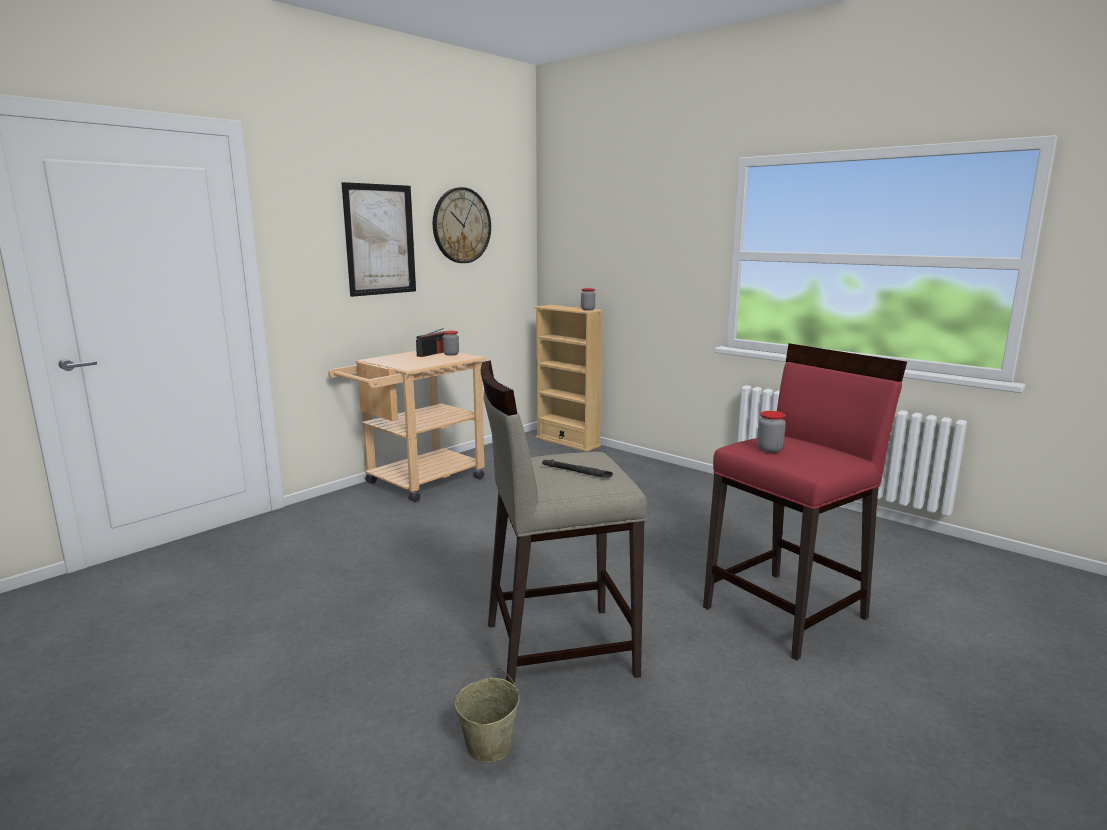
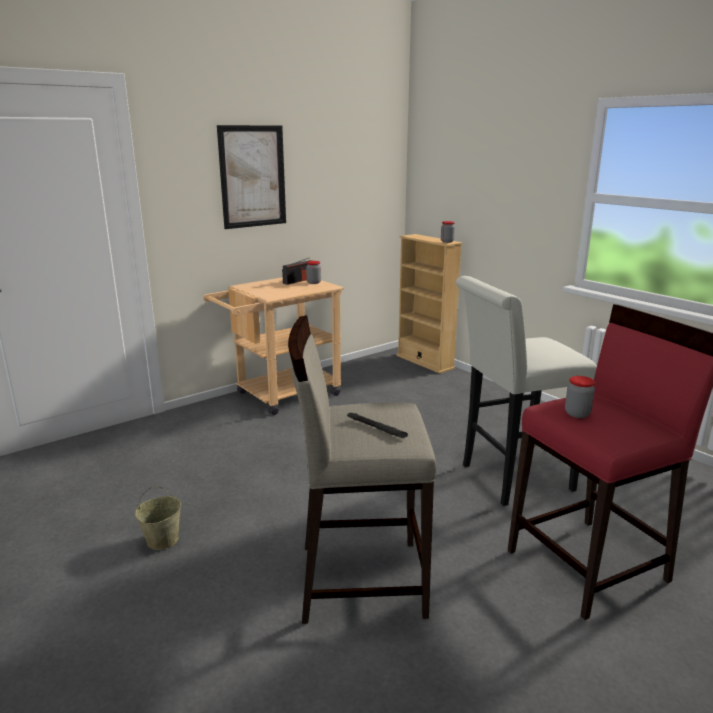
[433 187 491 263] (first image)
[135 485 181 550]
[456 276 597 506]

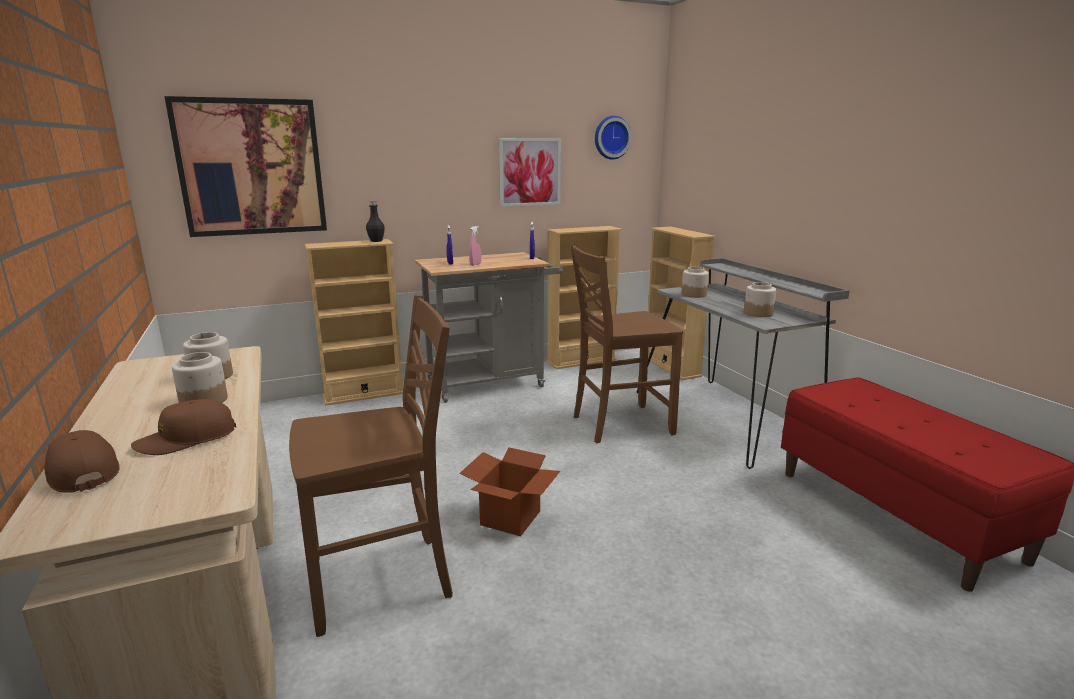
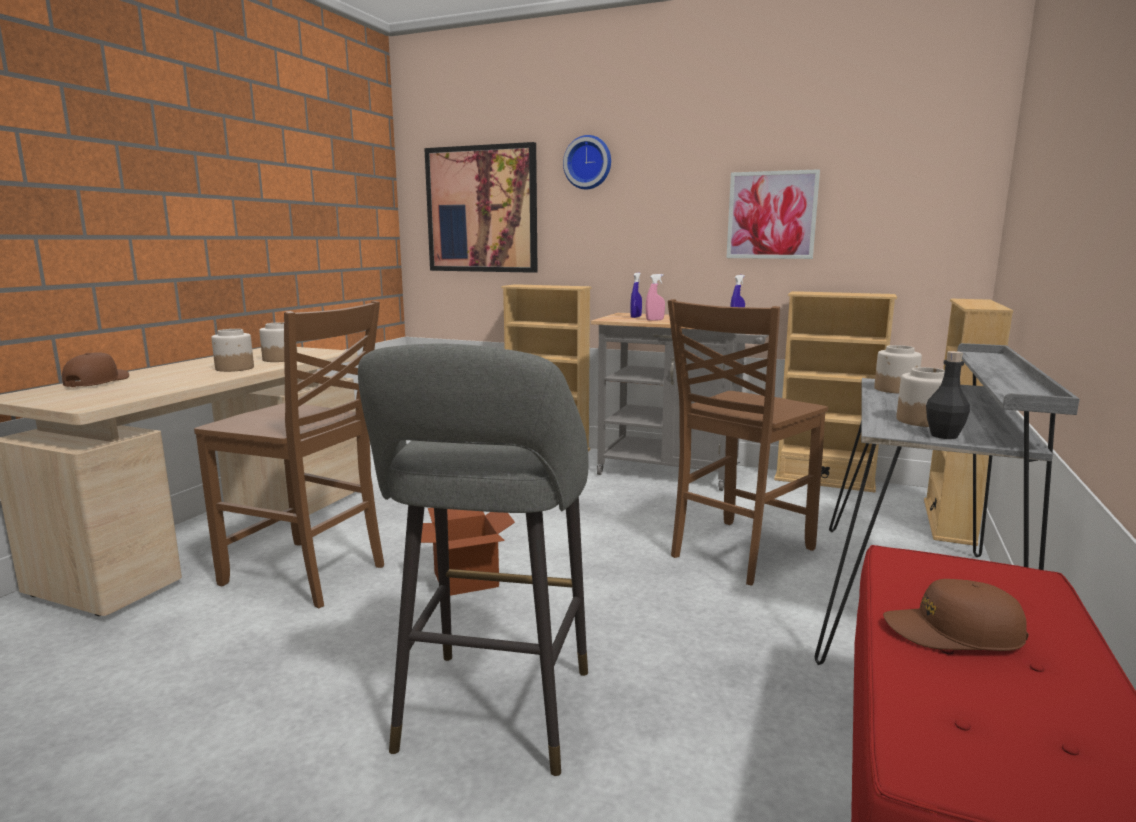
[563 135 611 189]
[926 351 970 439]
[668 299 828 585]
[883 579 1029 651]
[358 344 589 776]

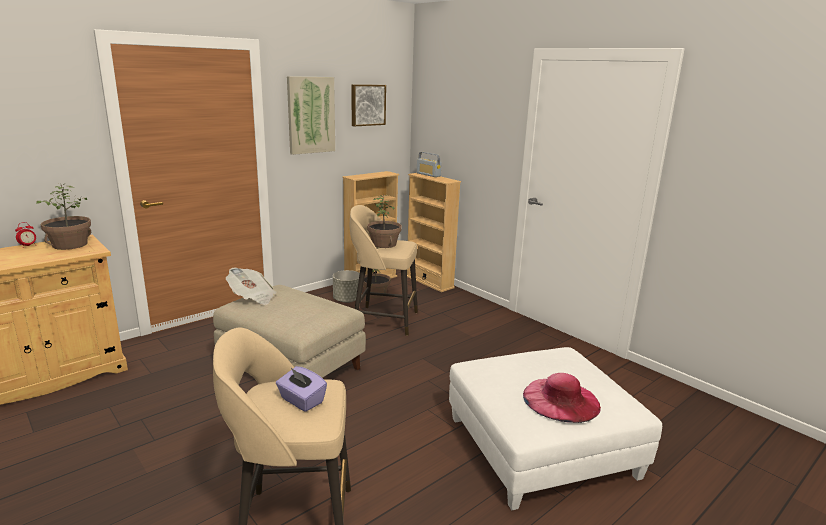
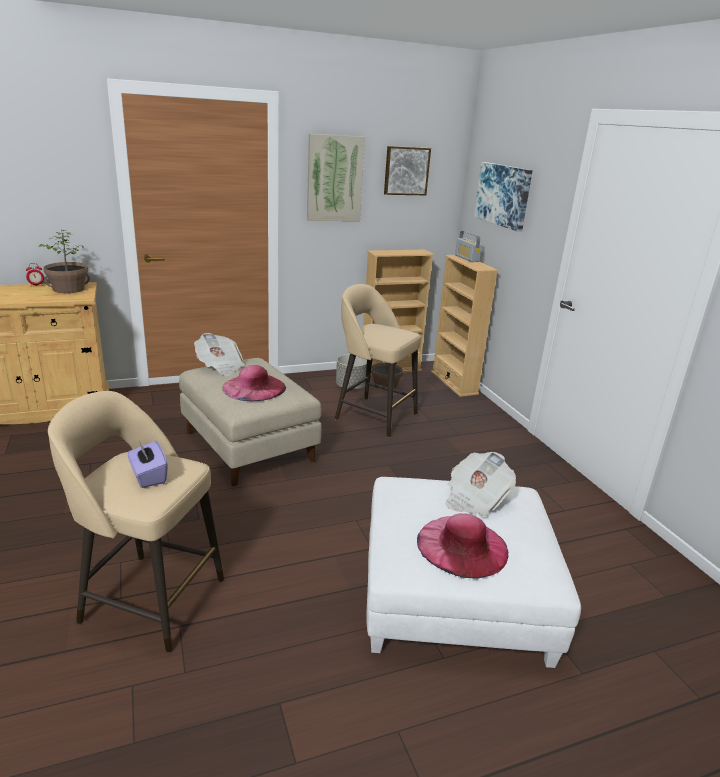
[367 194 402 248] (first image)
[474 162 533 232]
[222 365 286 401]
[445 452 516 516]

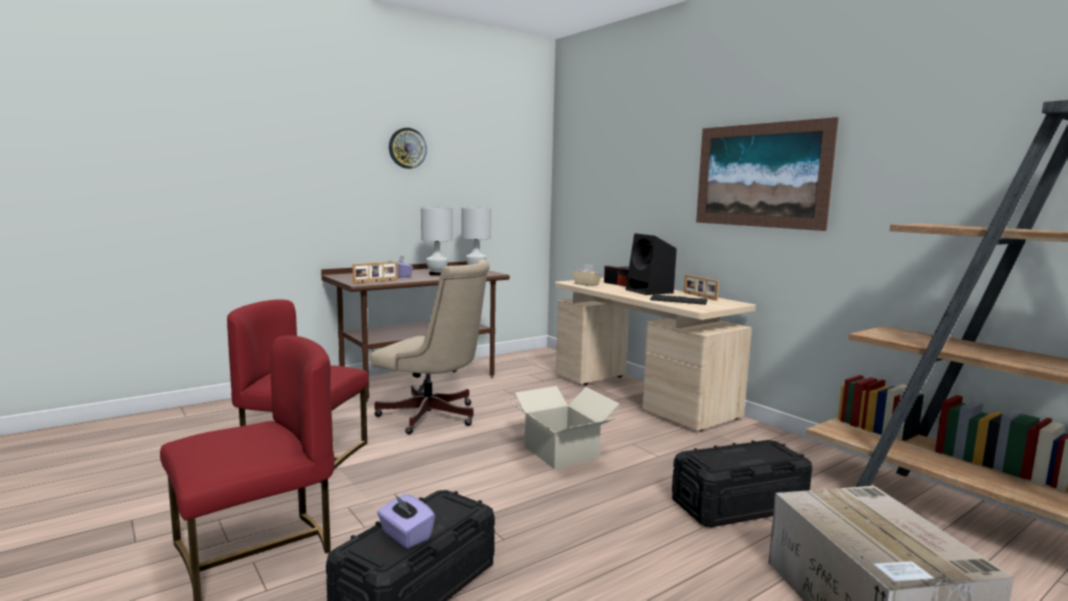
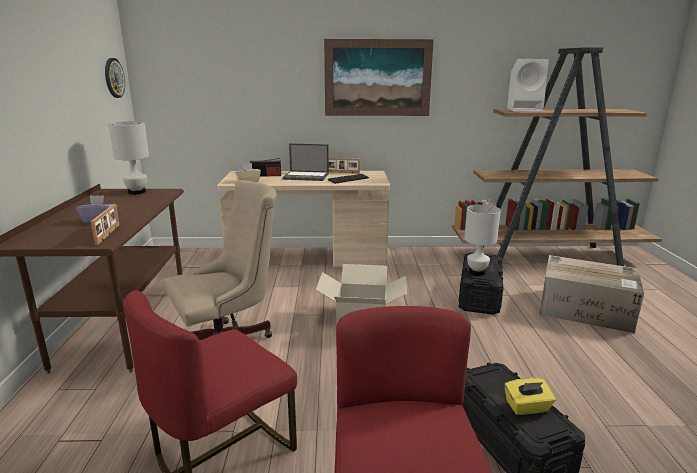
[105 58 125 98]
[464 204 501 276]
[282 143 329 181]
[504 378 556 415]
[507 59 549 112]

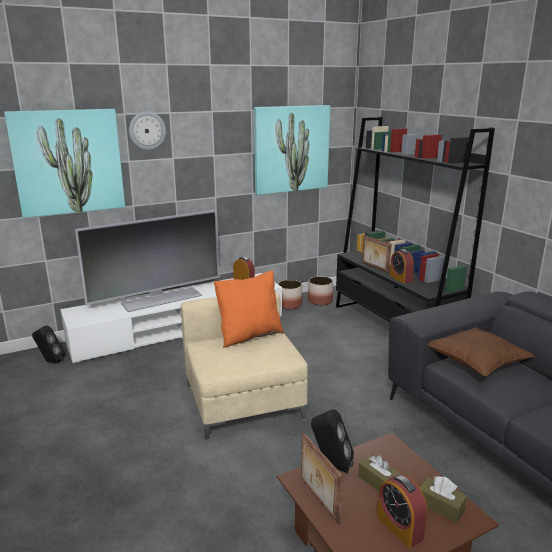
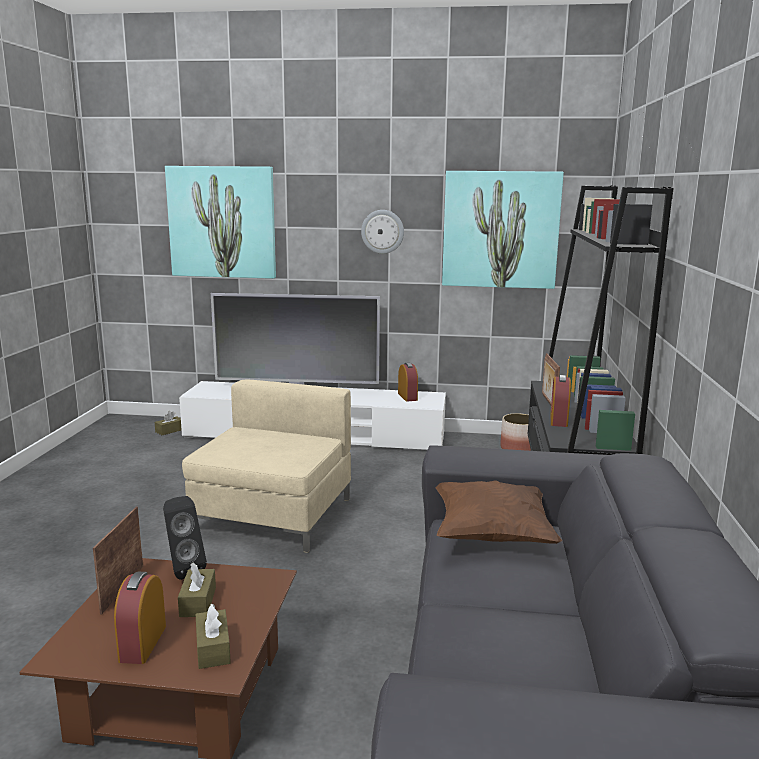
[361 210 404 254]
[214 270 284 348] (first image)
[277 280 302 309] (first image)
[155 411 182 435]

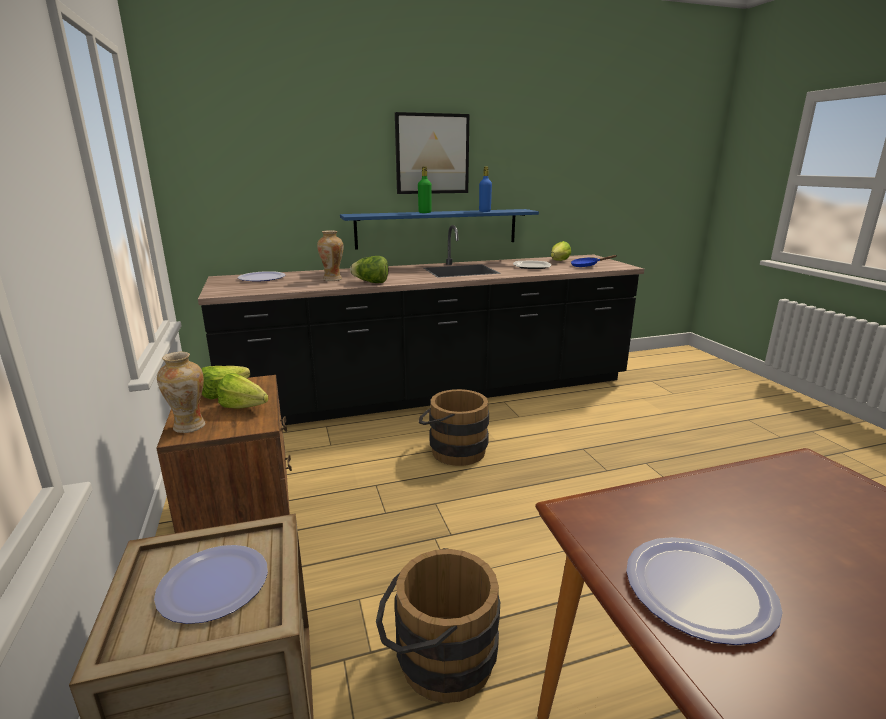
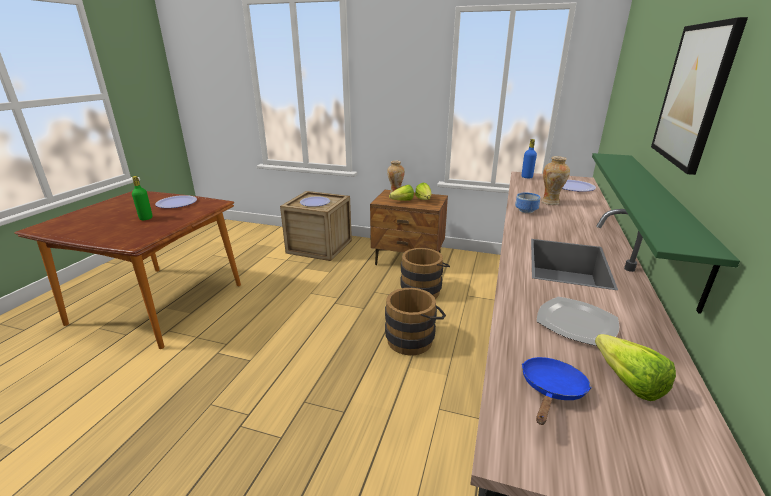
[522 139 537 178]
[132 176 153 220]
[592 153 740 314]
[515 193 540 213]
[400 248 450 299]

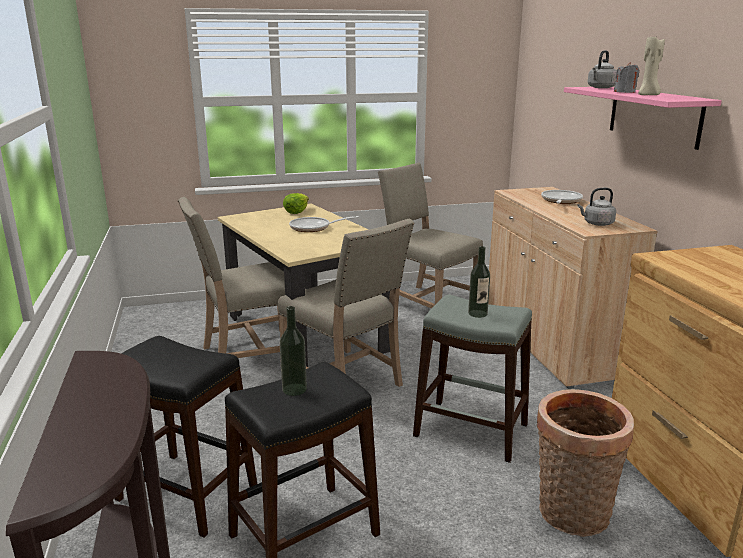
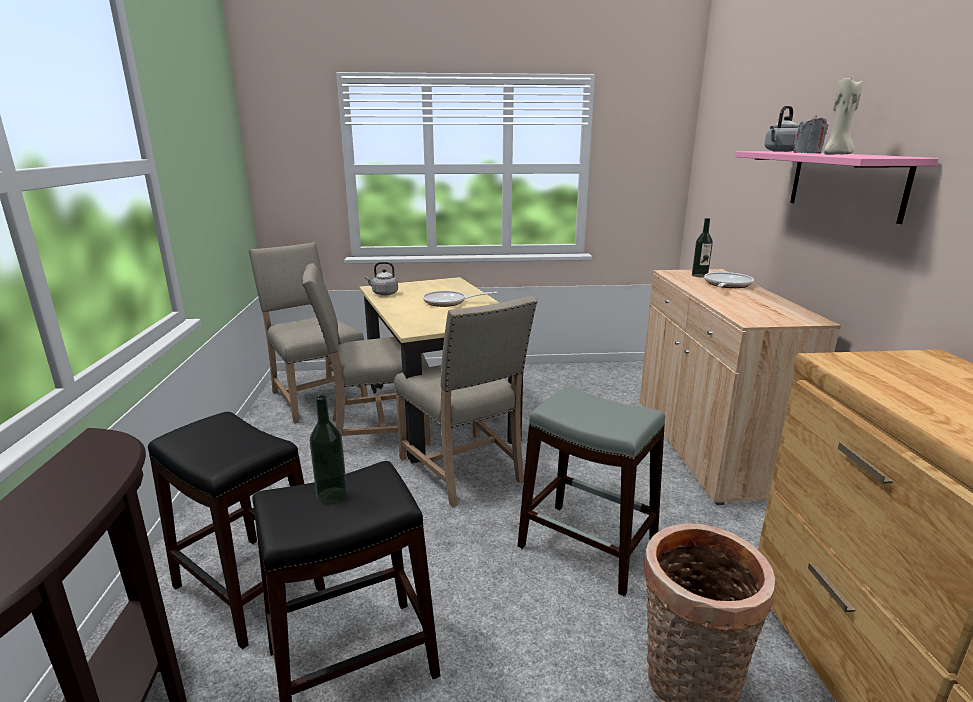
[249 242 368 424]
[365 262 398 295]
[283 193 309 214] (first image)
[692 218 713 278]

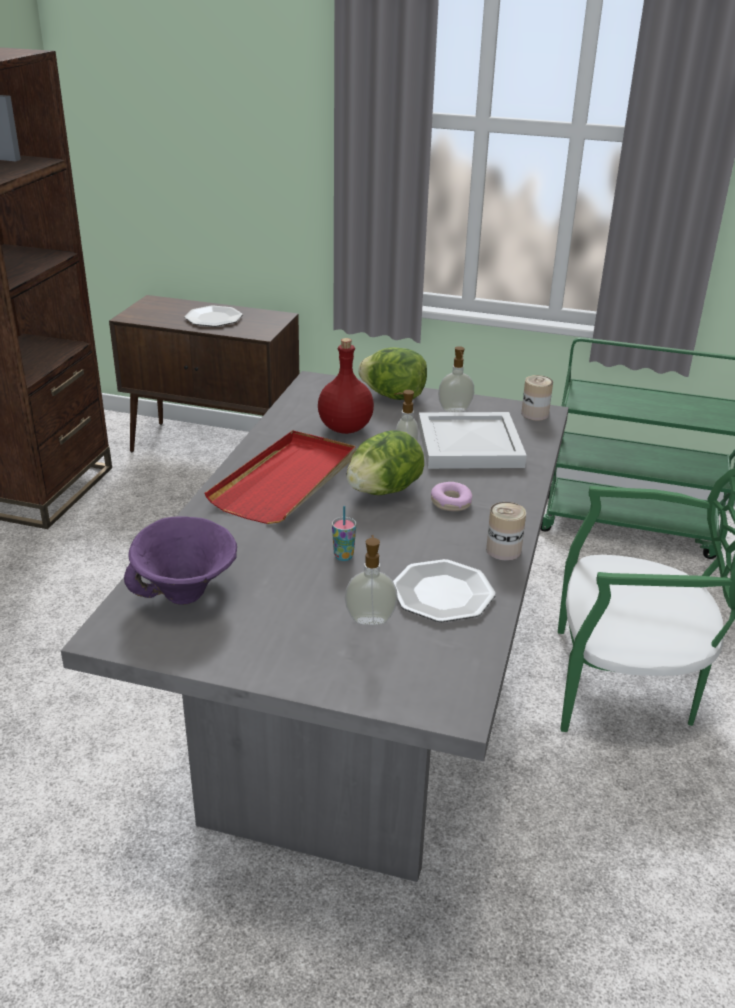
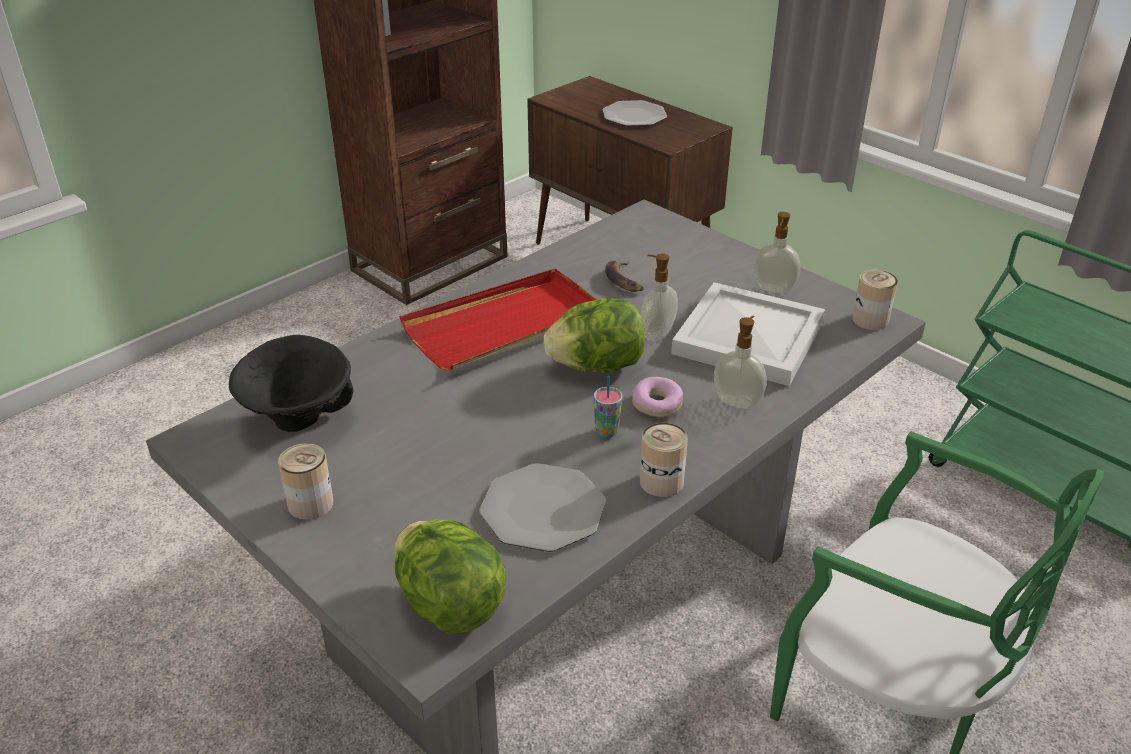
[605 261 644 292]
[395 519 507 634]
[594 376 623 438]
[229 335 354 432]
[714 316 766 409]
[278 443 334 520]

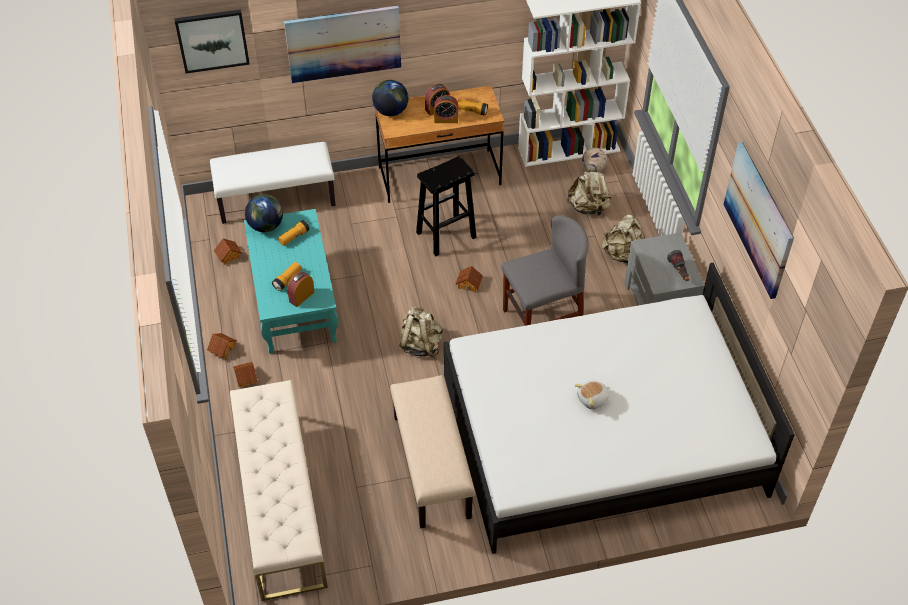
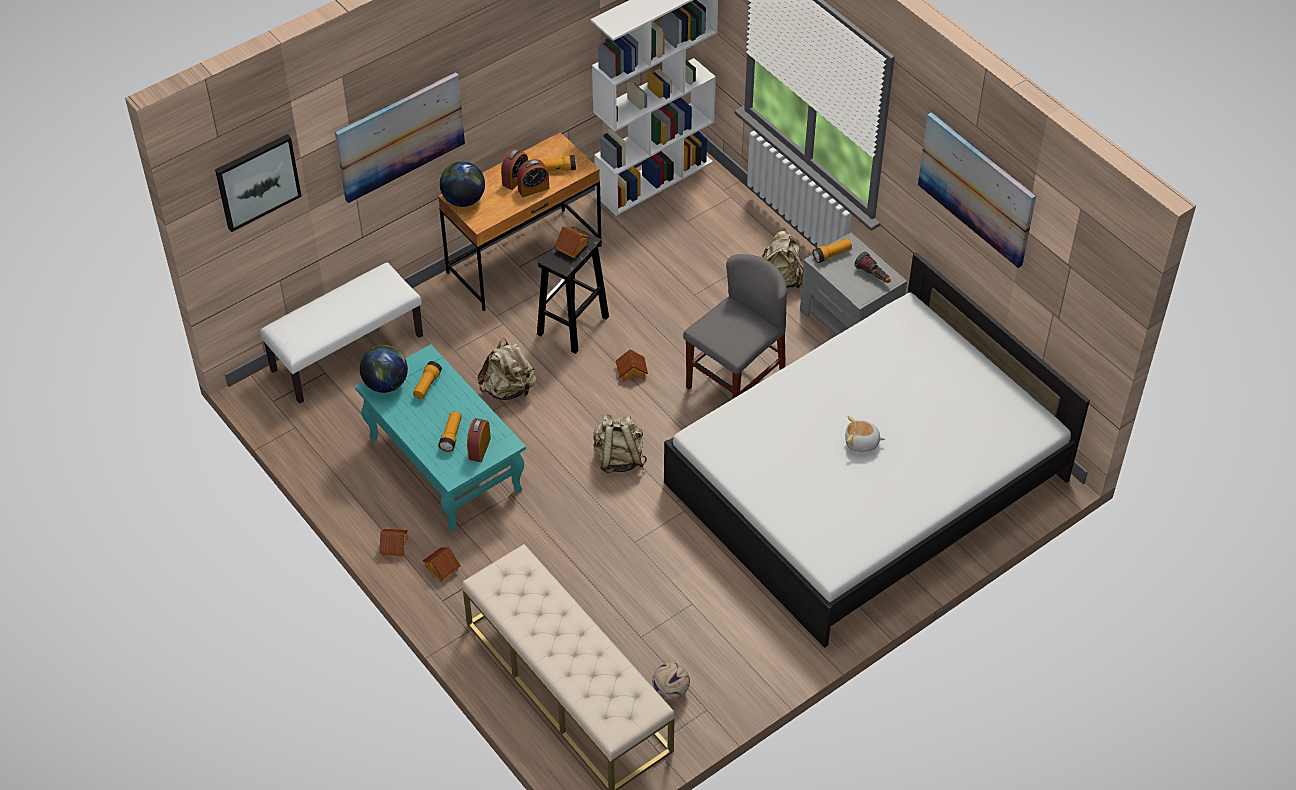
[652 662 690 700]
[478 338 537 400]
[555 226 590 259]
[390 375 475 528] (first image)
[845 416 885 452]
[812 238 852 263]

